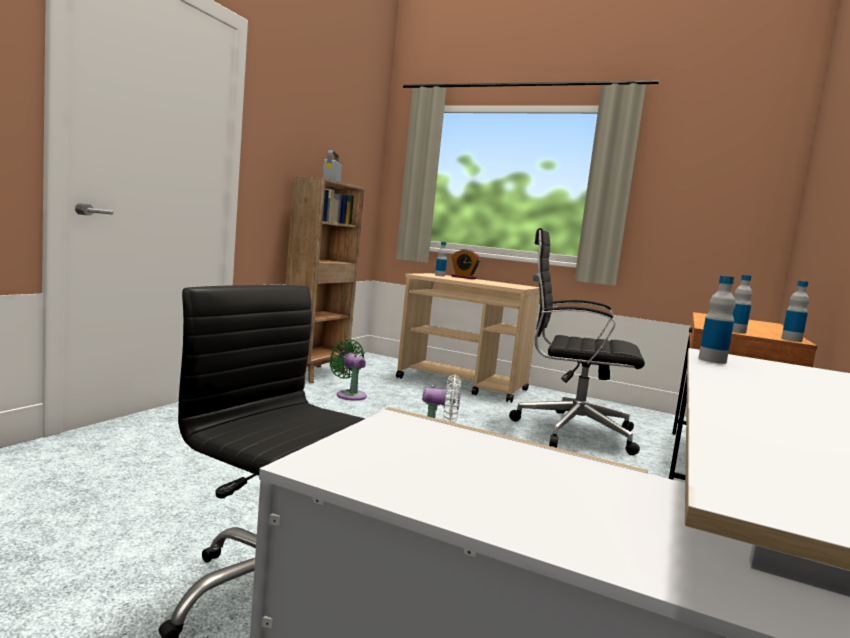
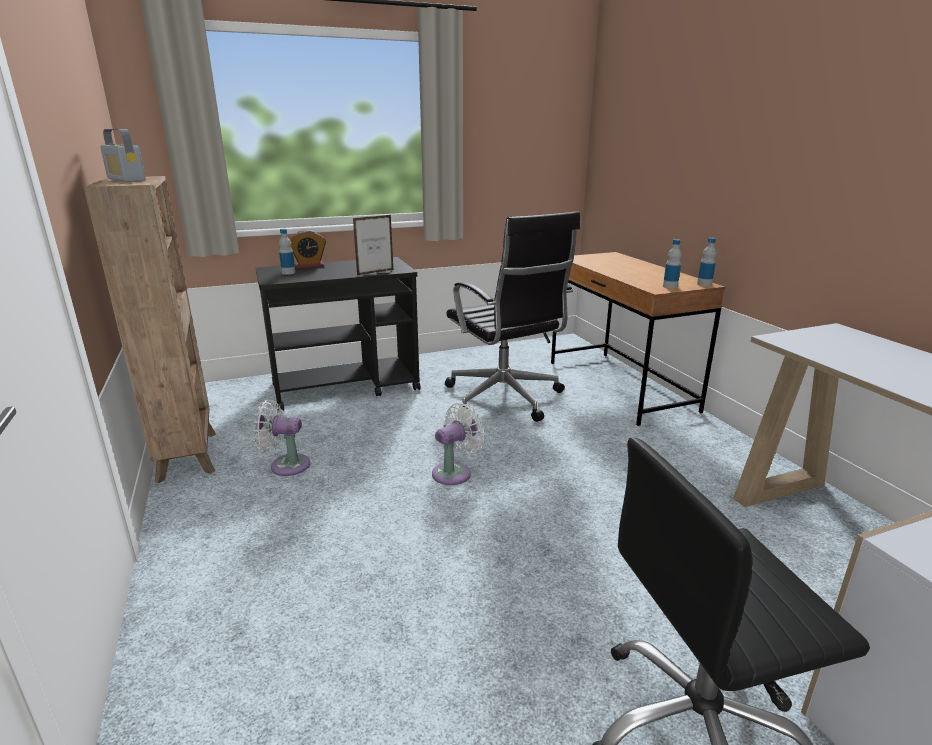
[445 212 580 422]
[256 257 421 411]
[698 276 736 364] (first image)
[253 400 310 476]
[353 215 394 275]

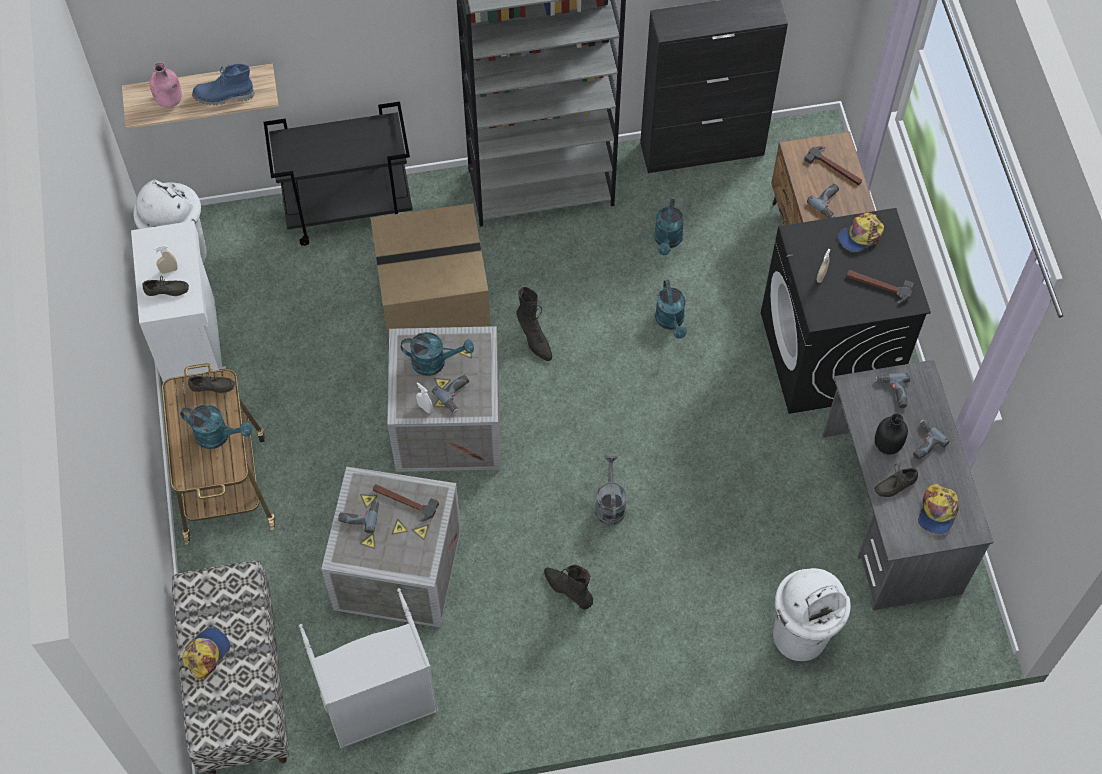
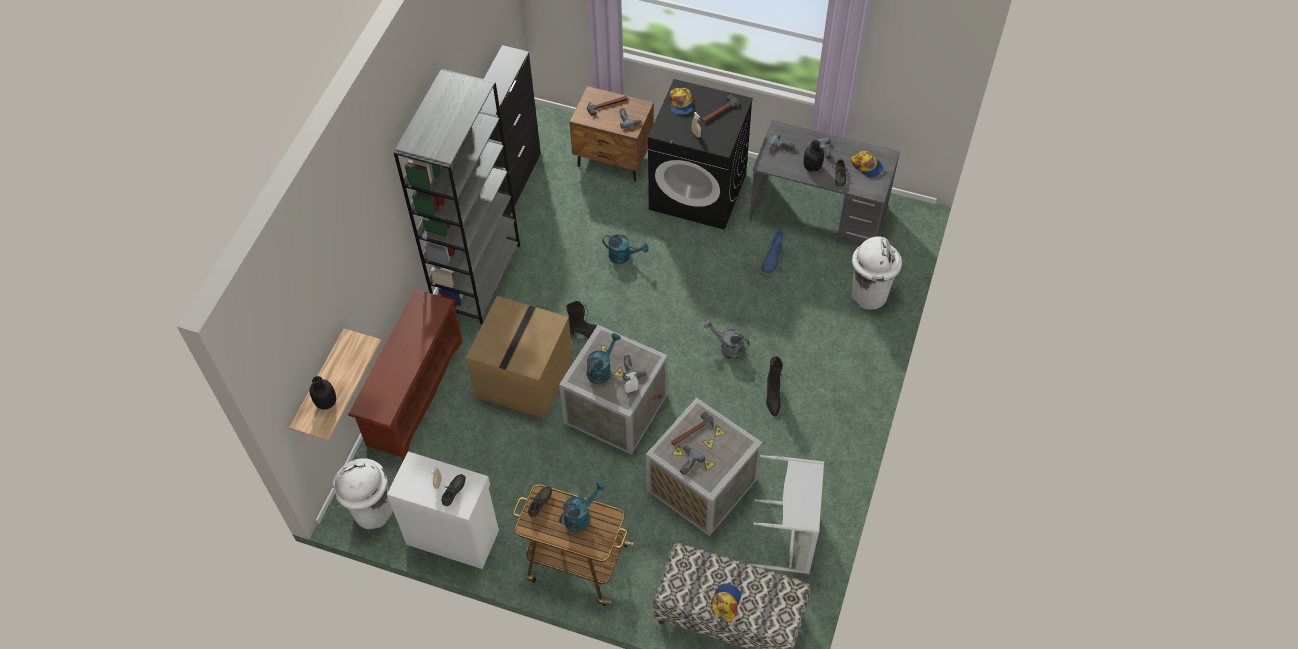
[310 376 336 410]
[761 230 783 275]
[348 289 462 460]
[654 199 684 255] (first image)
[766 356 783 416]
[711 583 741 623]

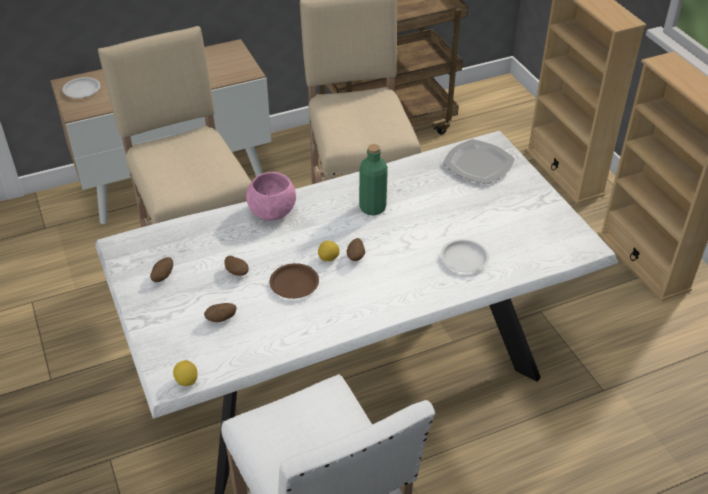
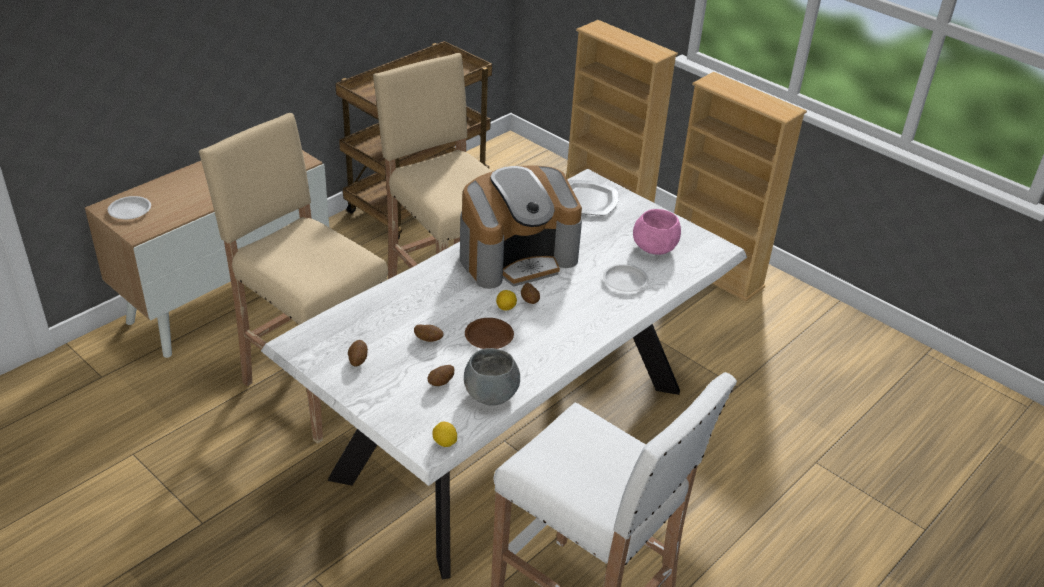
[460 165 582 289]
[633 209 681 255]
[464 348 520 406]

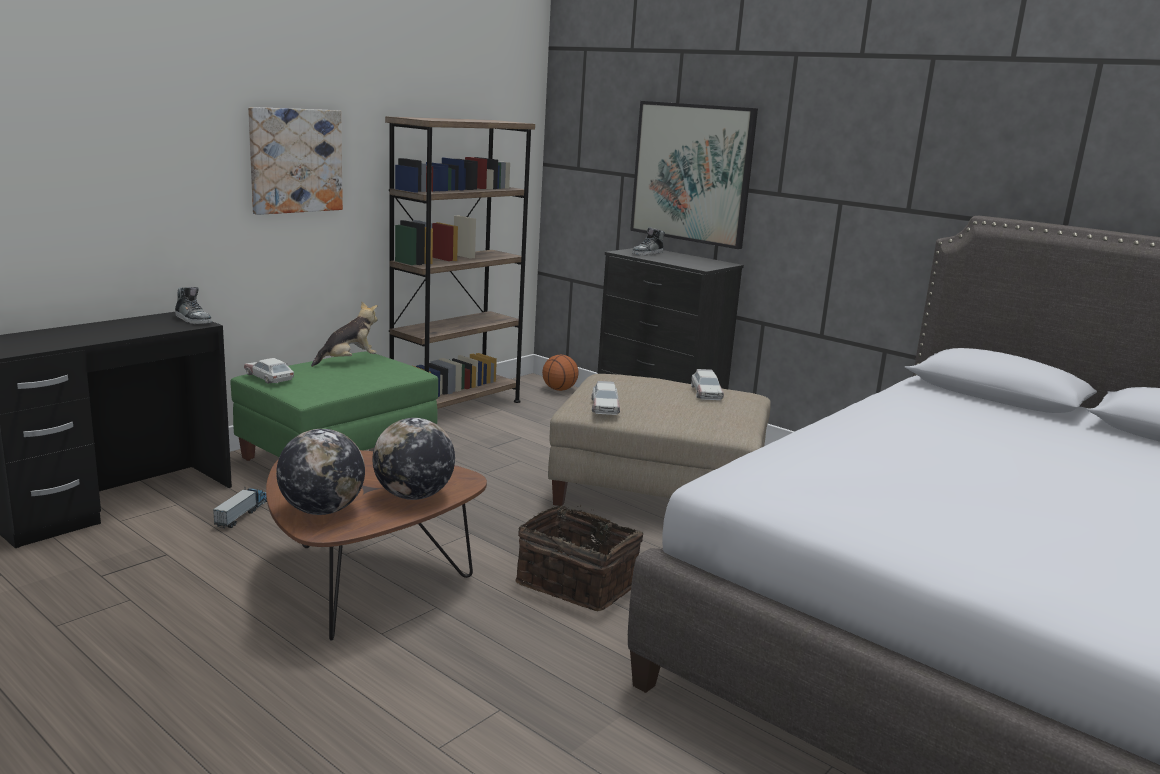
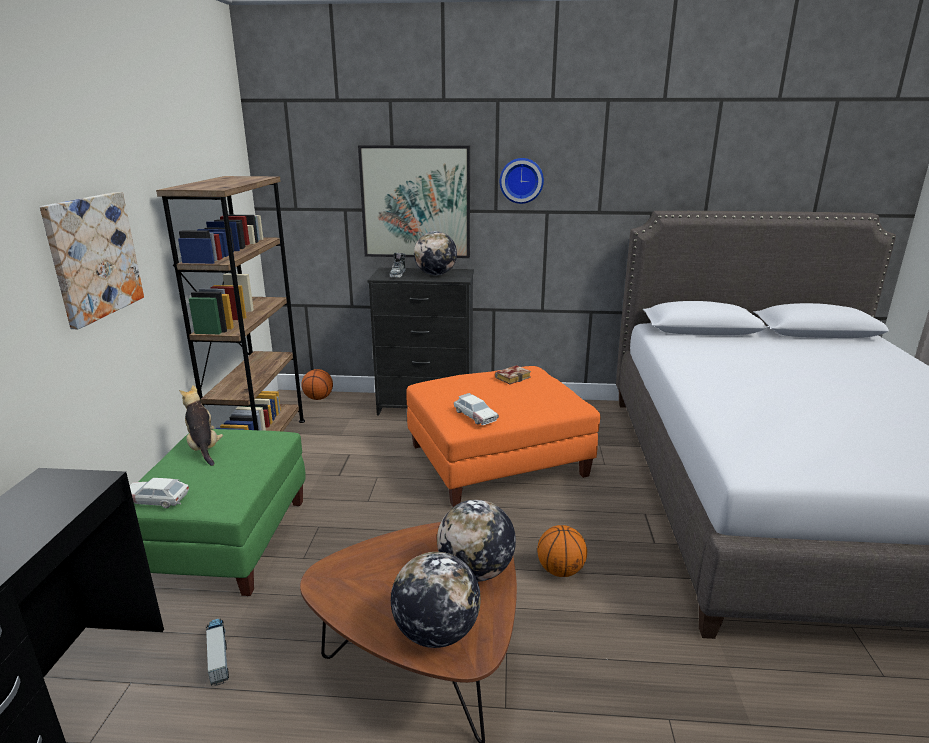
[175 287 212 324] (first image)
[179 385 223 466]
[495 365 531 385]
[406 366 601 507]
[537 525 587 577]
[500 158 544 204]
[414 231 457 275]

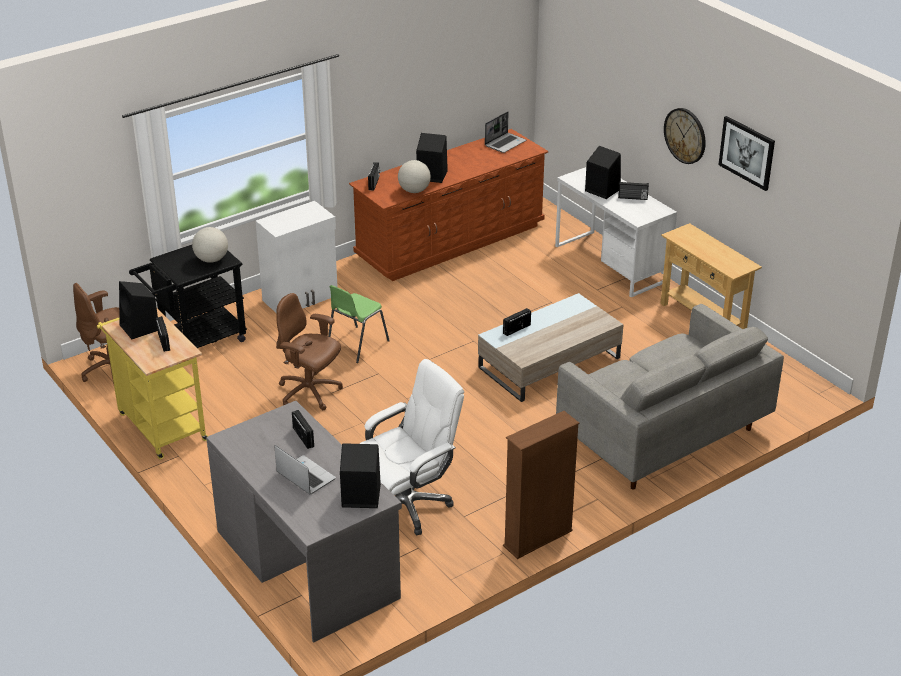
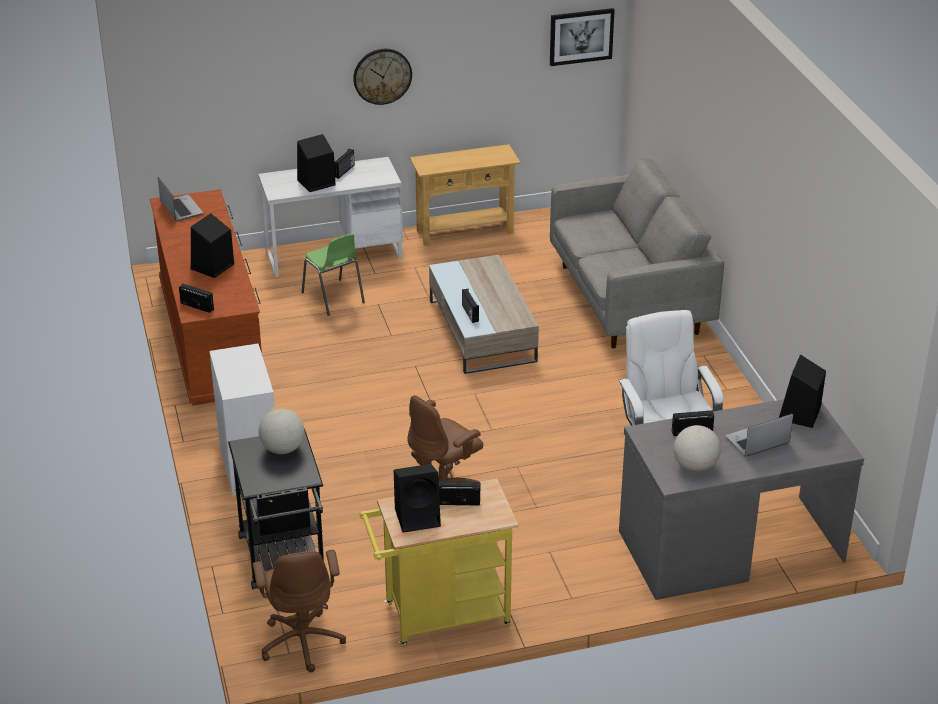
[550 8 615 66]
[674 425 721 472]
[302 234 365 316]
[503 411 579 559] (first image)

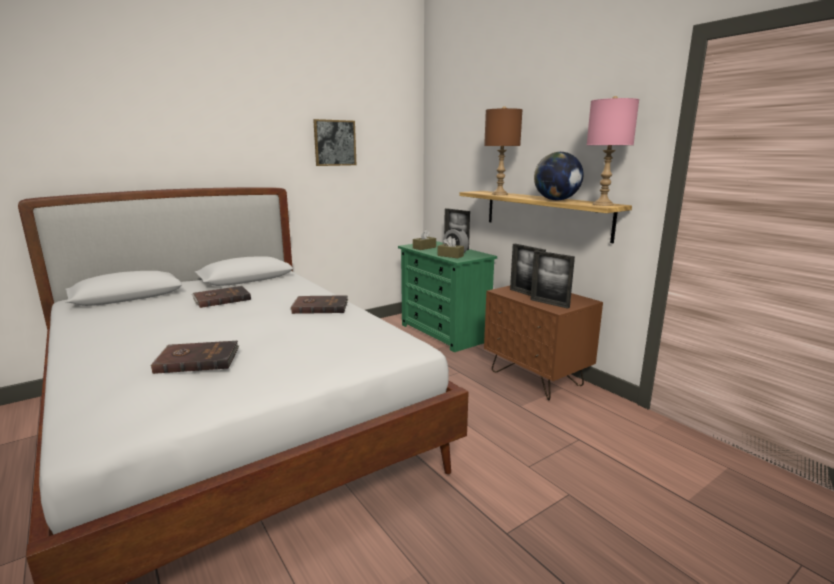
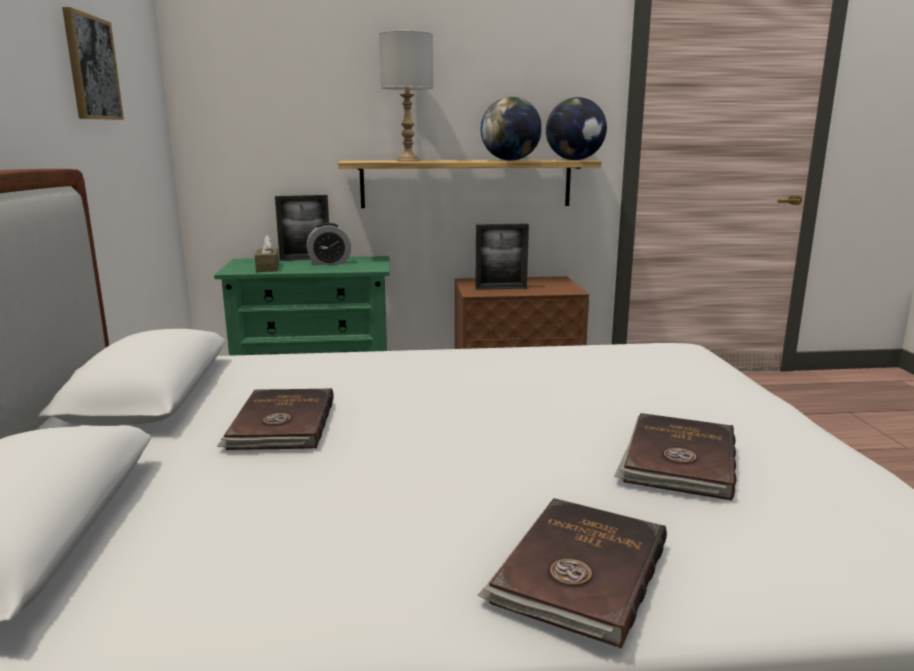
[546 97 607 160]
[379 29 433 162]
[438 236 464 258] (first image)
[530 251 575 309] (first image)
[477 498 667 649]

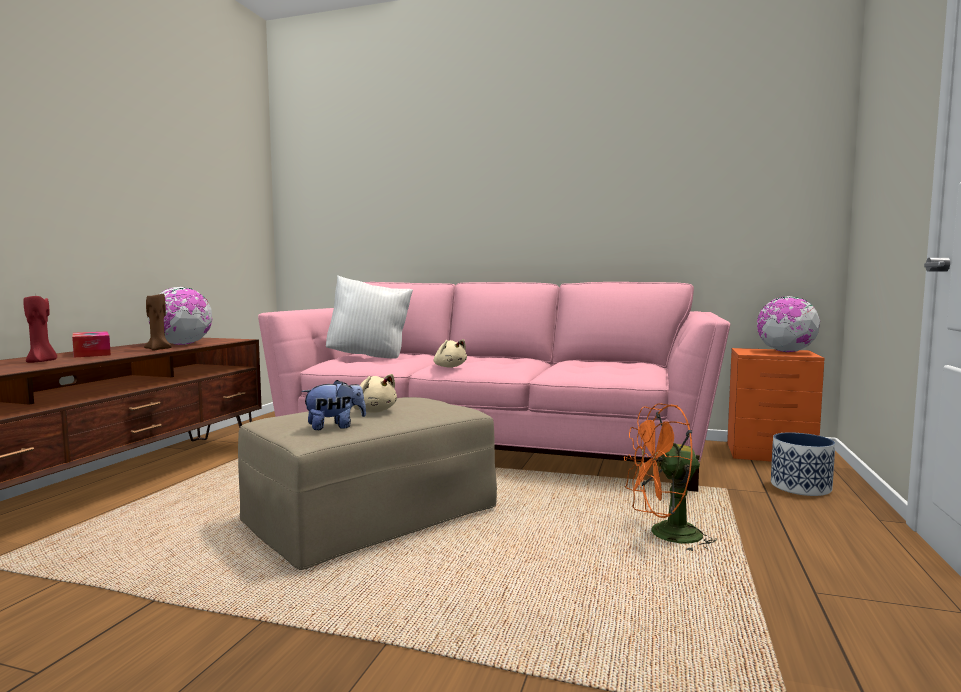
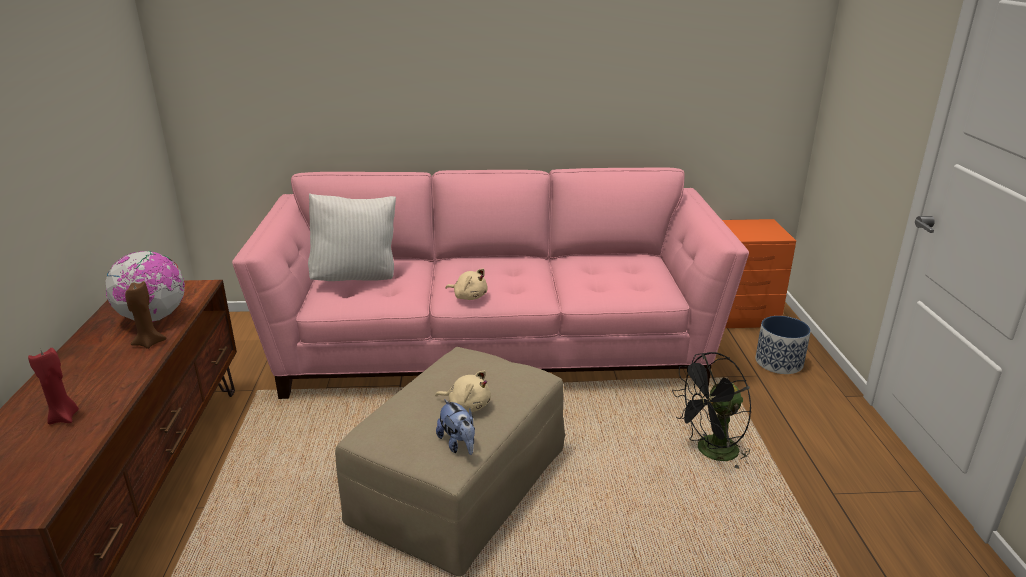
[757 296 820 352] (first image)
[72 331 111 357] (first image)
[436 399 475 455]
[672 352 751 471]

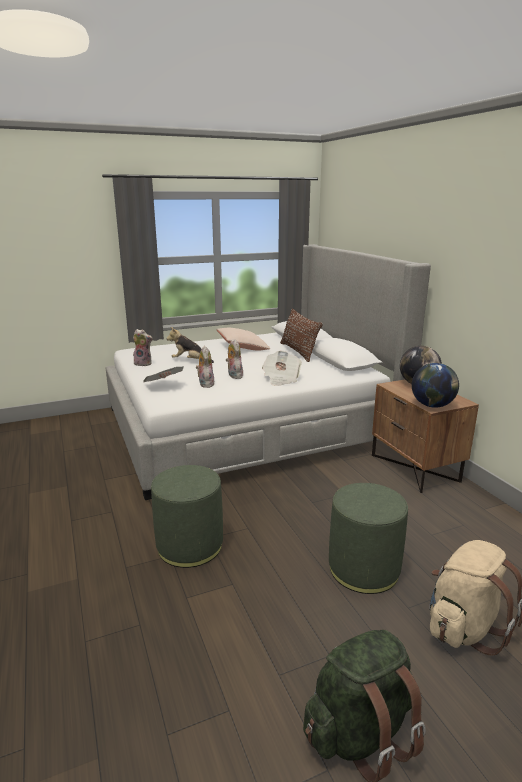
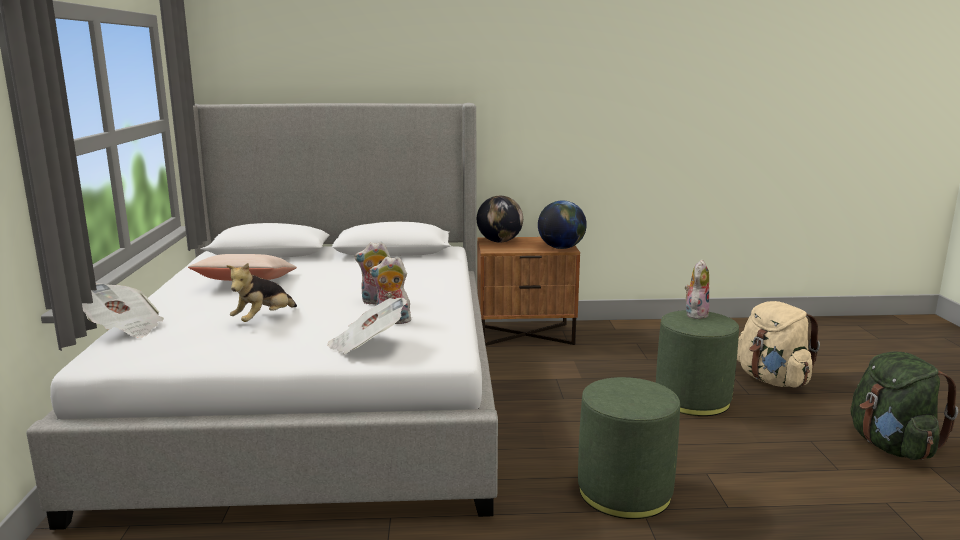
[280 309 322 362] (first image)
[685 260 710 319]
[82 283 164 337]

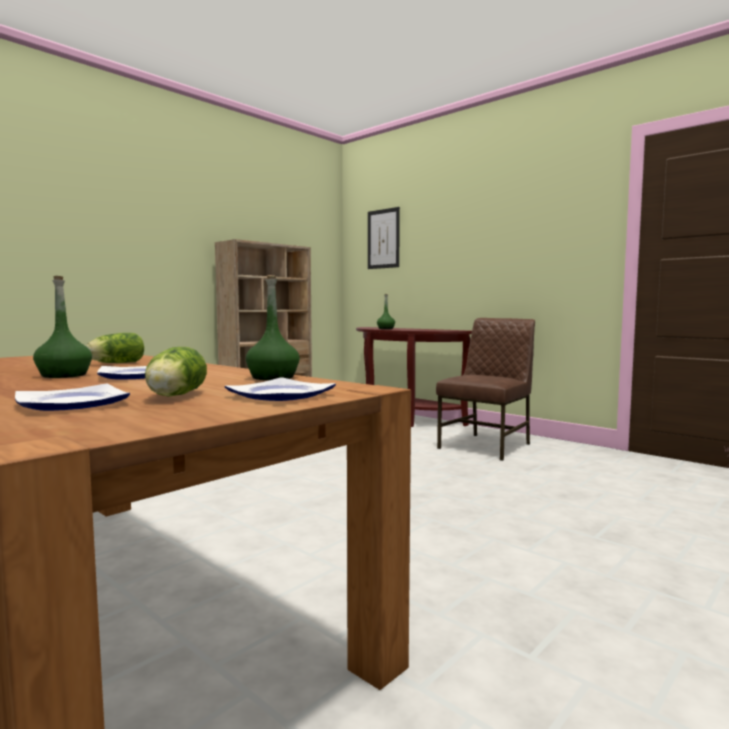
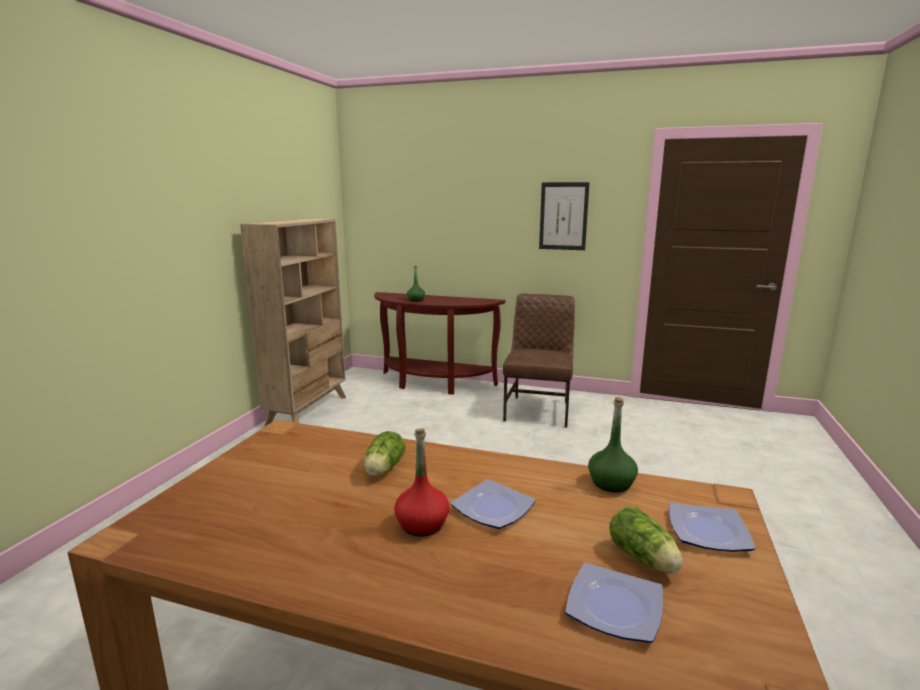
[539 182 590 250]
[394 428 449 537]

